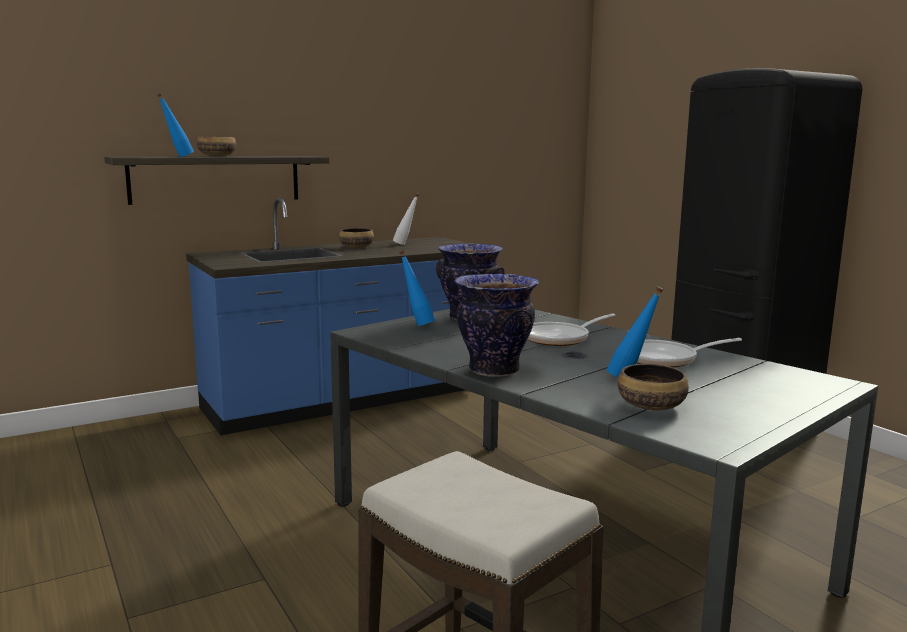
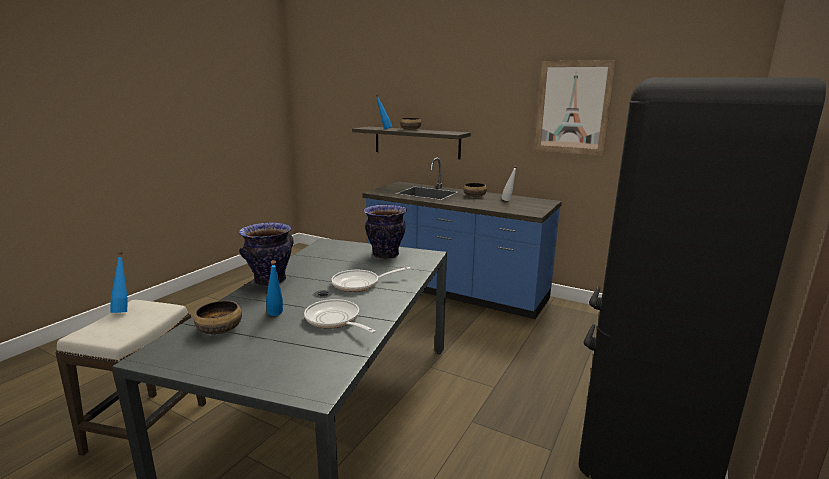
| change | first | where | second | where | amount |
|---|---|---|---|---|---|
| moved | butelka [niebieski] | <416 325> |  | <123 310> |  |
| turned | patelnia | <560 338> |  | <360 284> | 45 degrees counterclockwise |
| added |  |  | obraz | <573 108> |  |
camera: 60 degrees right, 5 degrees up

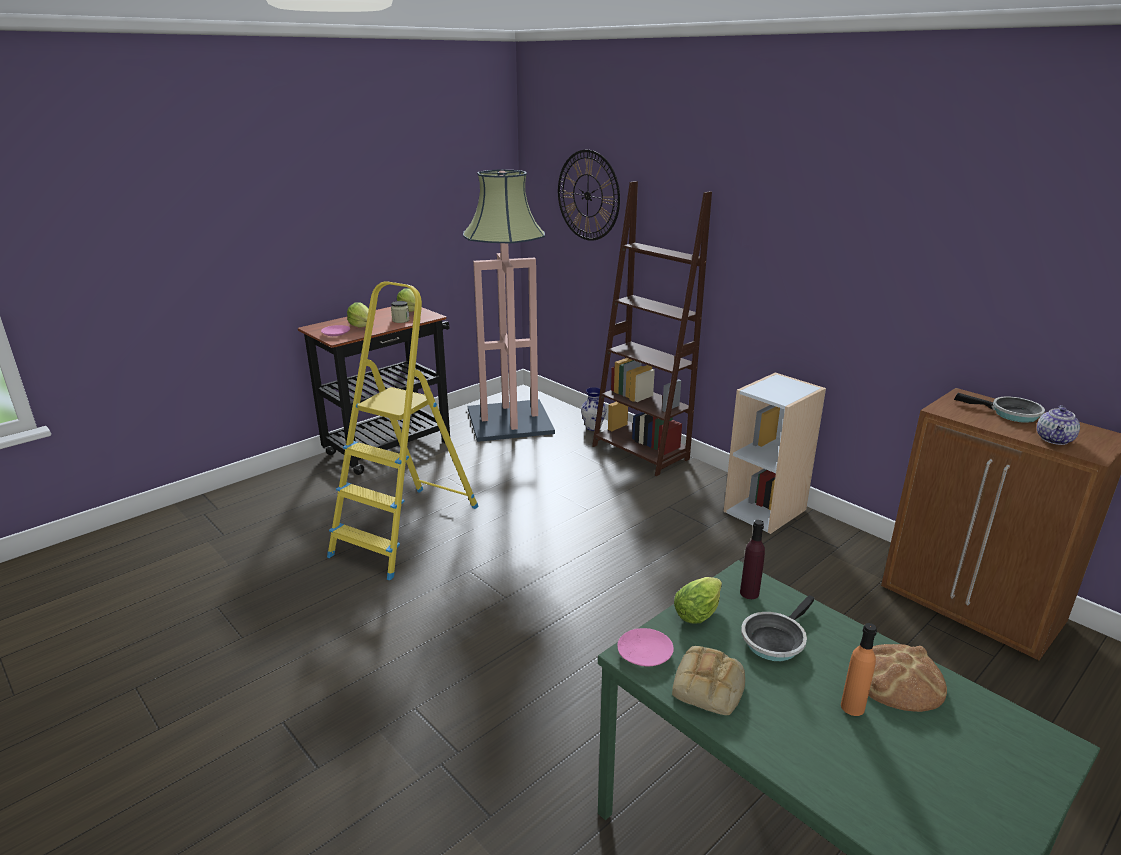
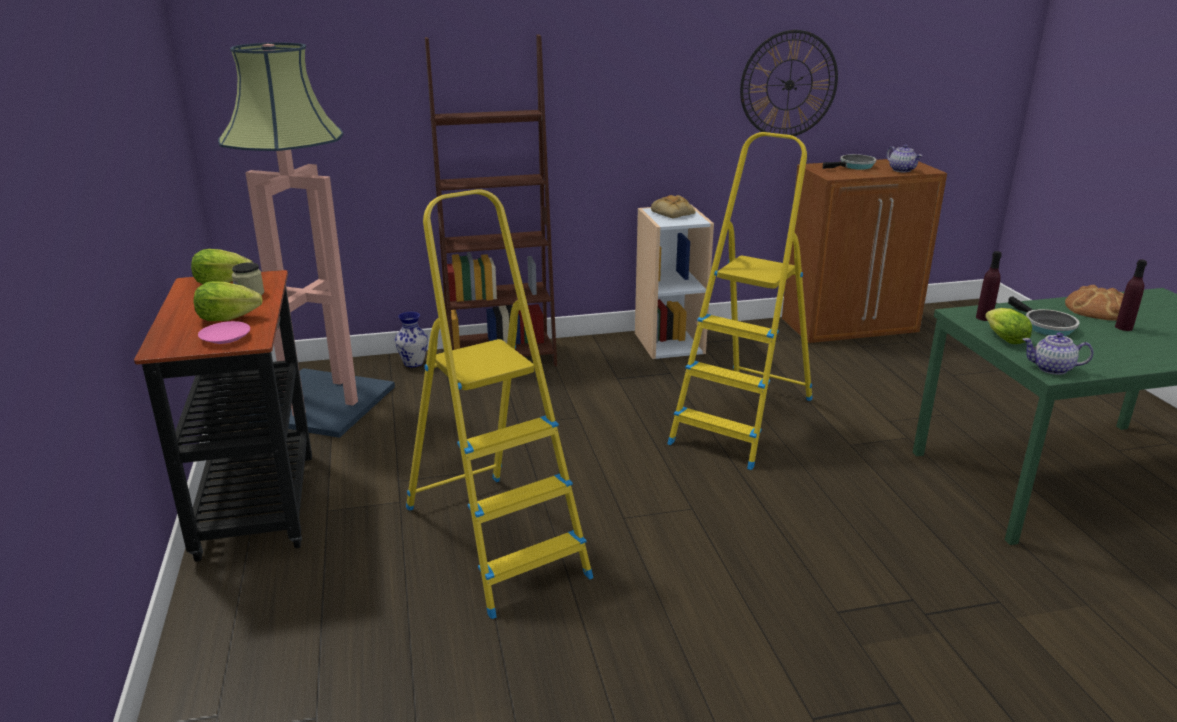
| change | first | where | second | where | amount |
|---|---|---|---|---|---|
| moved | zegar ścienny | <588 195> |  | <789 84> |  |
| recoloured | butelka [pomarańczowy] | <852 707> | butelka [fioletowy] | <1123 327> |  |
| replaced | talerz [różowy] | <644 653> | imbryk | <1051 369> |  |
| moved | chleb | <709 687> |  | <674 213> |  |
| added |  |  | drabinka [żółty] | <742 420> |  |
camera: 60 degrees left, 0 degrees up

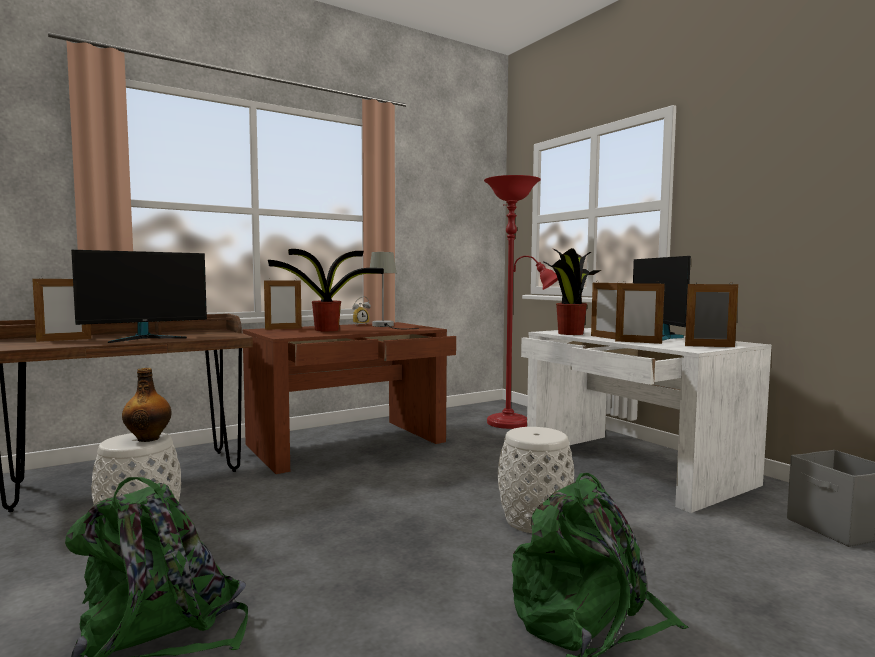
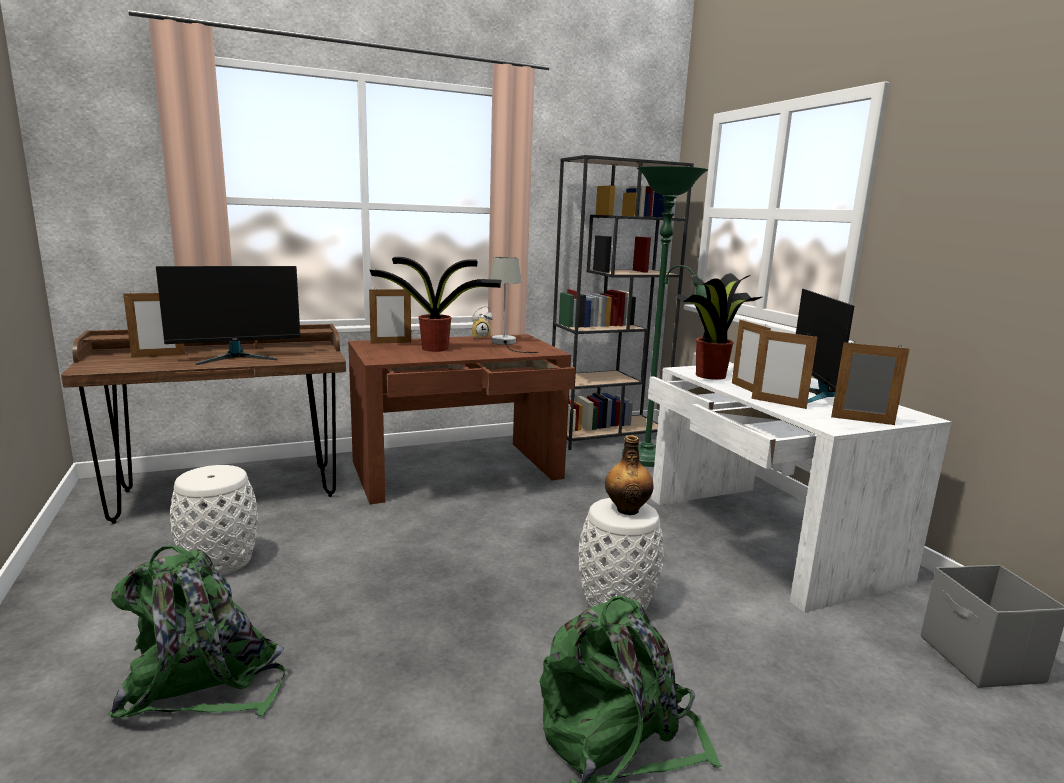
| change | first | where | second | where | amount |
|---|---|---|---|---|---|
| recoloured | lampa stojąca [czerwony] | <513 423> | lampa stojąca [zielony] | <652 459> |  |
| moved | butelka | <148 438> |  | <627 509> |  |
| added |  |  | regał | <607 436> |  |
camera: 10 degrees right, 10 degrees up

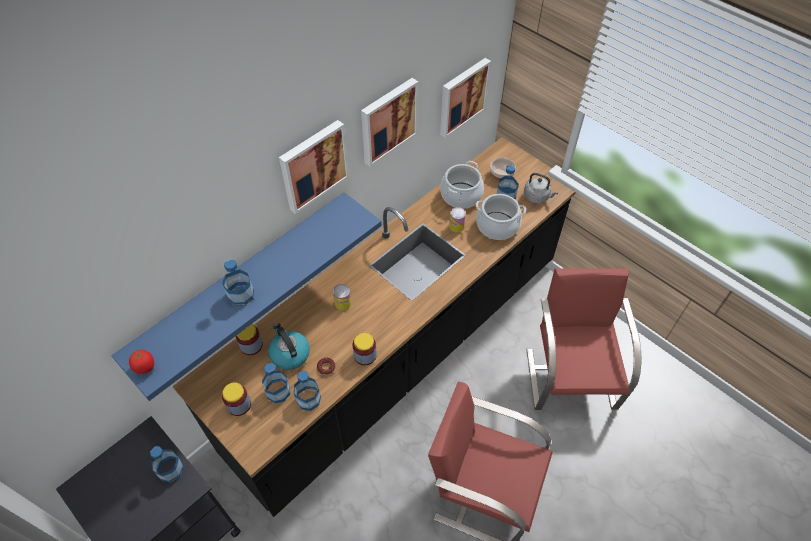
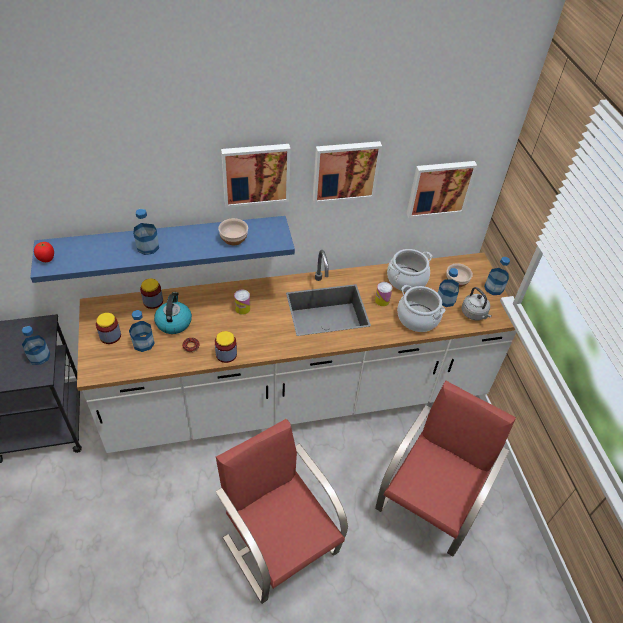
| change | first | where | second | where | amount |
|---|---|---|---|---|---|
| recoloured | zabudowa kuchenna [czarny] | <405 348> | zabudowa kuchenna [biały] | <305 395> |  |
| moved | butelka | <308 399> |  | <493 288> |  |
| added |  |  | miska | <234 238> |  |
camera: 30 degrees right, 5 degrees down

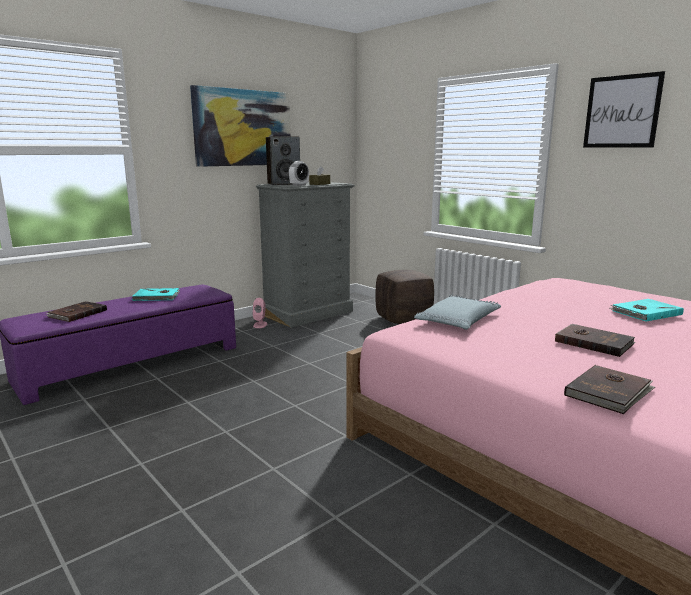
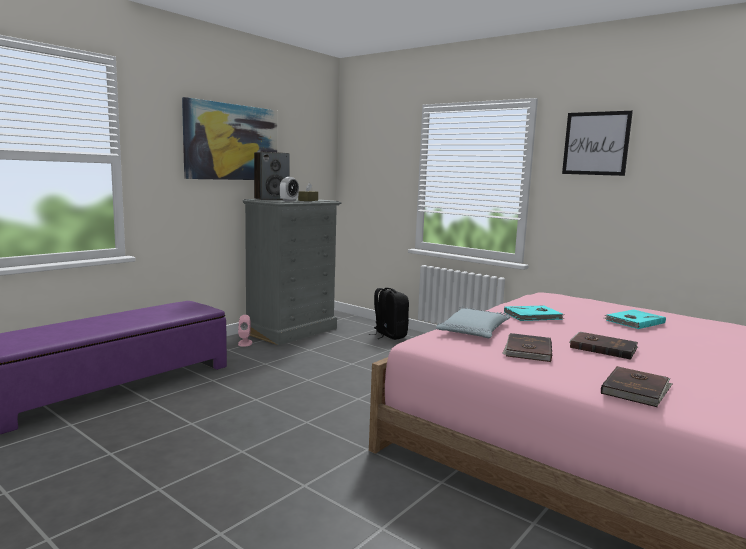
| change | first | where | second | where | amount |
|---|---|---|---|---|---|
| replaced | pufa [brązowy] | <403 319> | plecak [czarny] | <389 335> |  |
| moved | książka [turkusowy] | <157 297> |  | <533 316> |  |
| moved | książka [brązowy] | <77 314> |  | <527 350> |  |
camera: 10 degrees left, 5 degrees down

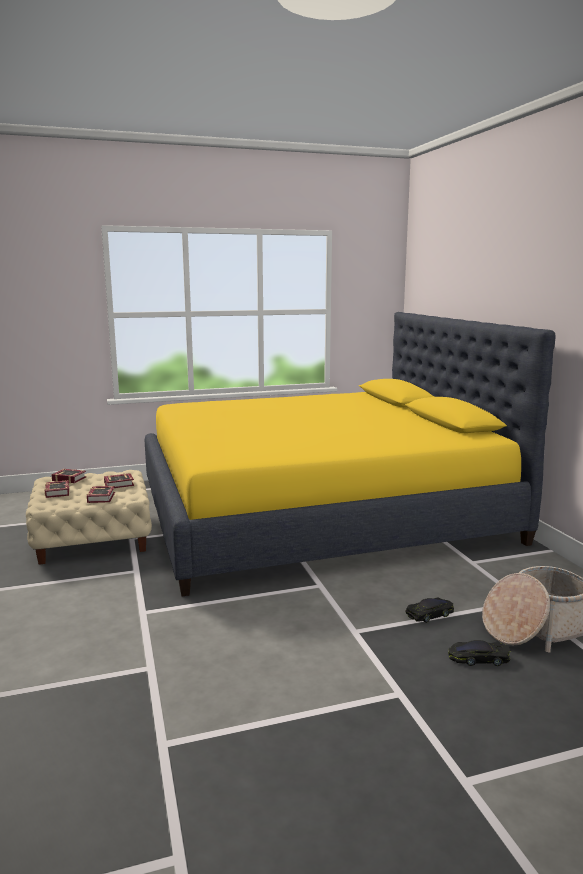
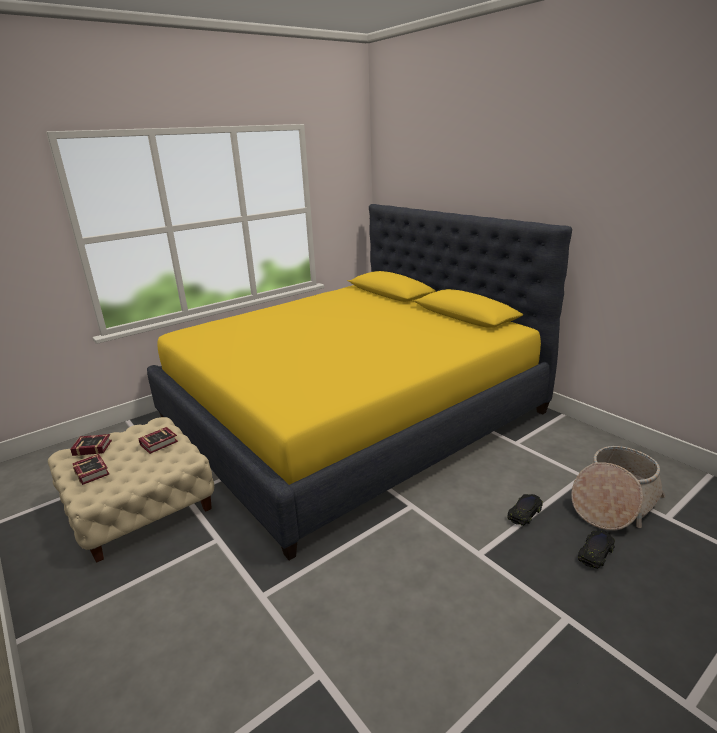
| change | first | where | second | where | amount |
|---|---|---|---|---|---|
| removed | książka | <102 497> |  |  |  |
| turned | samochodzik [czarny] | <478 658> |  | <596 552> | 150 degrees clockwise |
camera: 20 degrees left, 10 degrees up

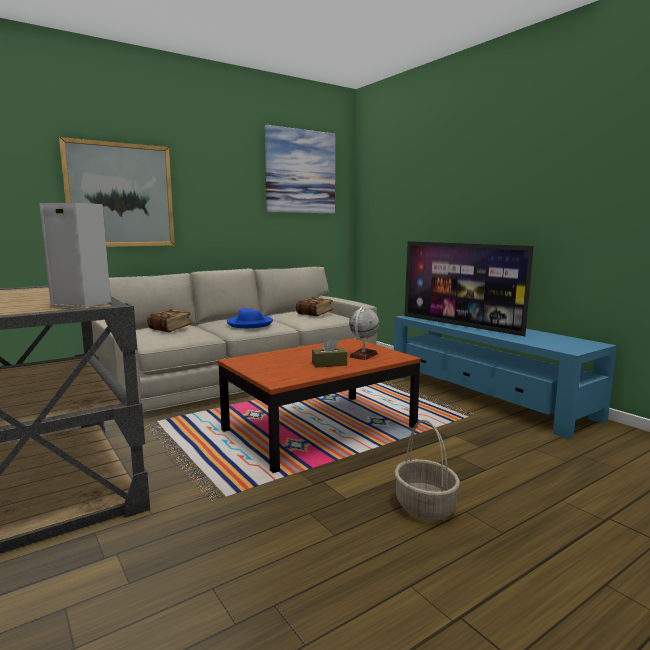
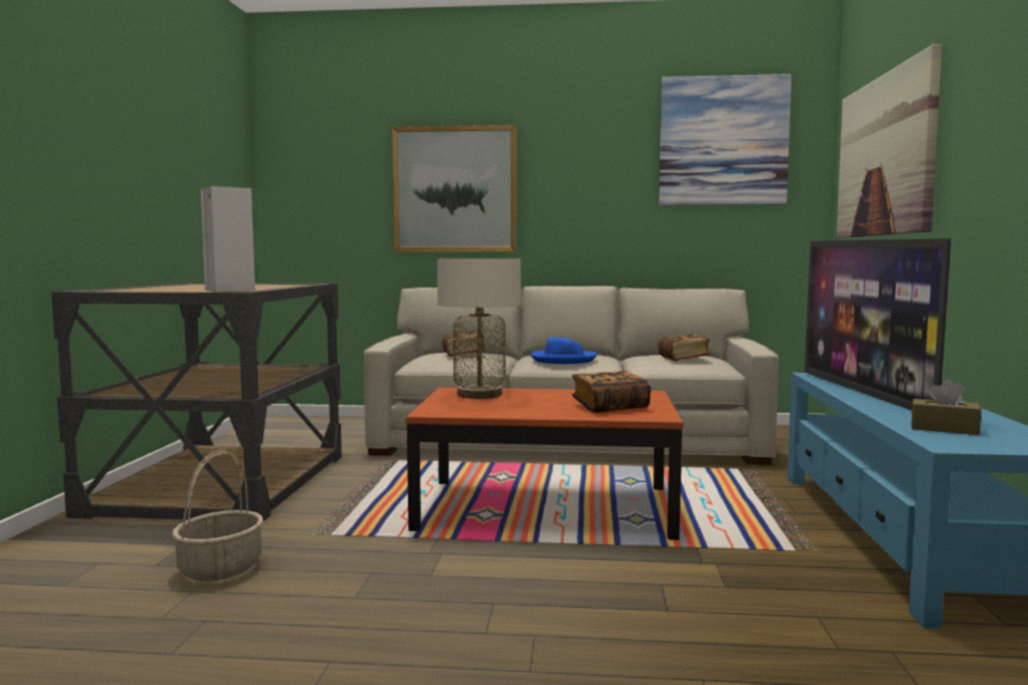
| change | first | where | second | where | amount |
|---|---|---|---|---|---|
| replaced | globus | <363 355> | książka | <610 407> |  |
| moved | pudełko chusteczek [brązowy] | <329 364> |  | <944 429> |  |
| moved | koszyk | <424 506> |  | <220 568> |  |
| added |  |  | obraz | <884 156> |  |
| added |  |  | lampa stołowa | <479 394> |  |
camera: 40 degrees right, 5 degrees down

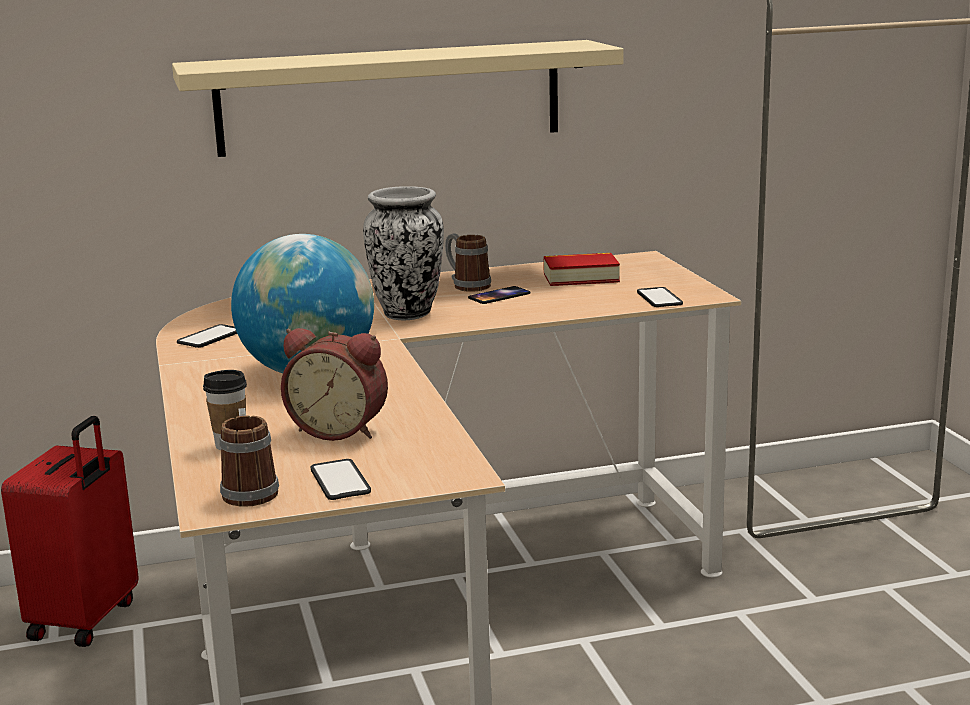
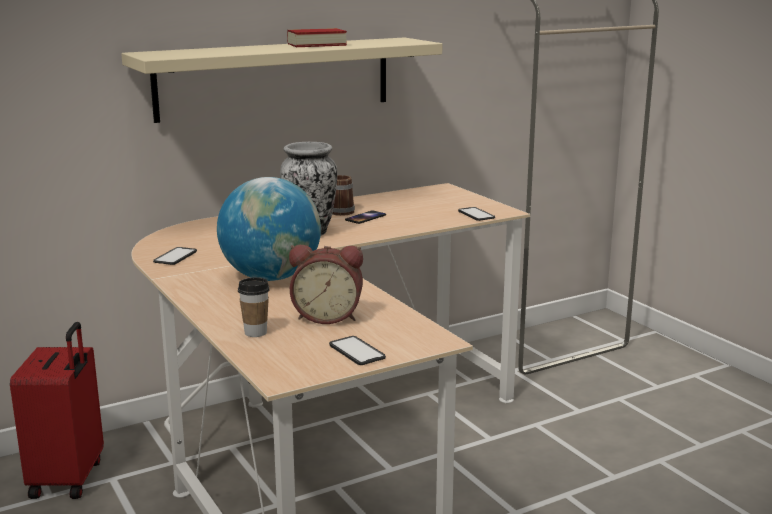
| change | first | where | second | where | amount |
|---|---|---|---|---|---|
| moved | książka | <581 277> |  | <316 44> |  |
| removed | kubek | <249 490> |  |  |  |
camera: 15 degrees left, 0 degrees up

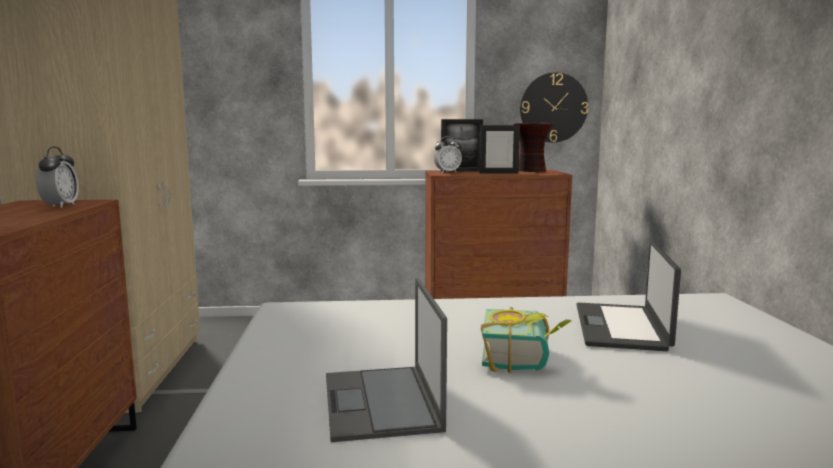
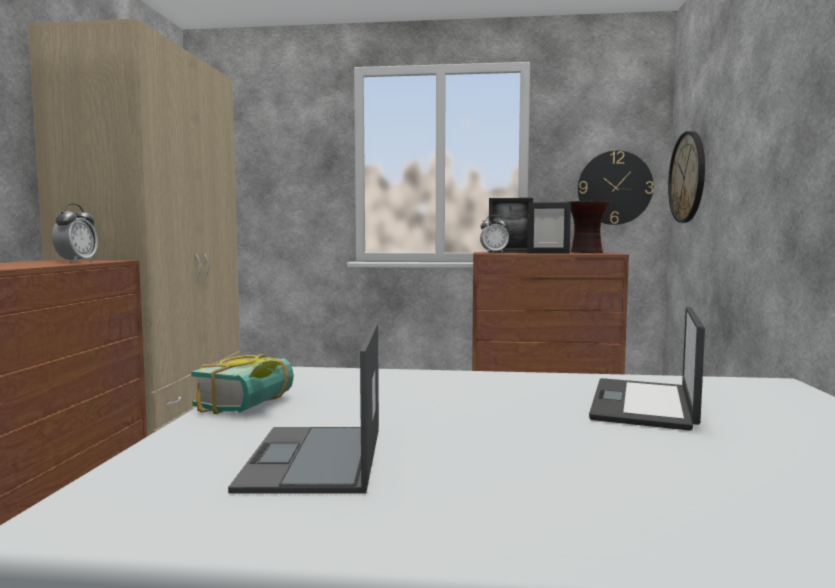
| change | first | where | second | where | amount |
|---|---|---|---|---|---|
| moved | książka | <524 359> |  | <253 405> |  |
| added |  |  | zegar ścienny | <687 177> |  |
camera: 10 degrees right, 5 degrees down

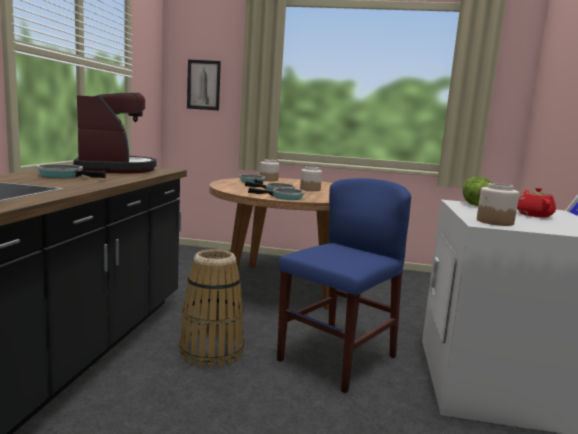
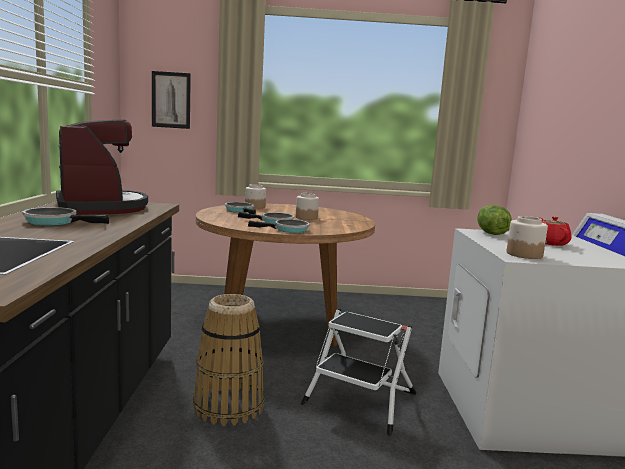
| change | first | where | second | where | amount |
|---|---|---|---|---|---|
| replaced | krzesło [niebieski] | <337 358> | drabinka | <361 400> |  |
camera: 10 degrees left, 0 degrees up

